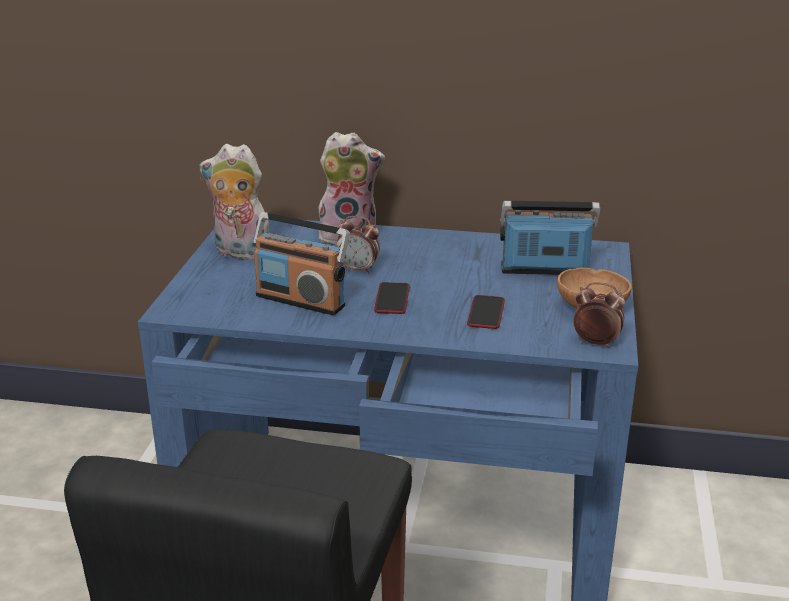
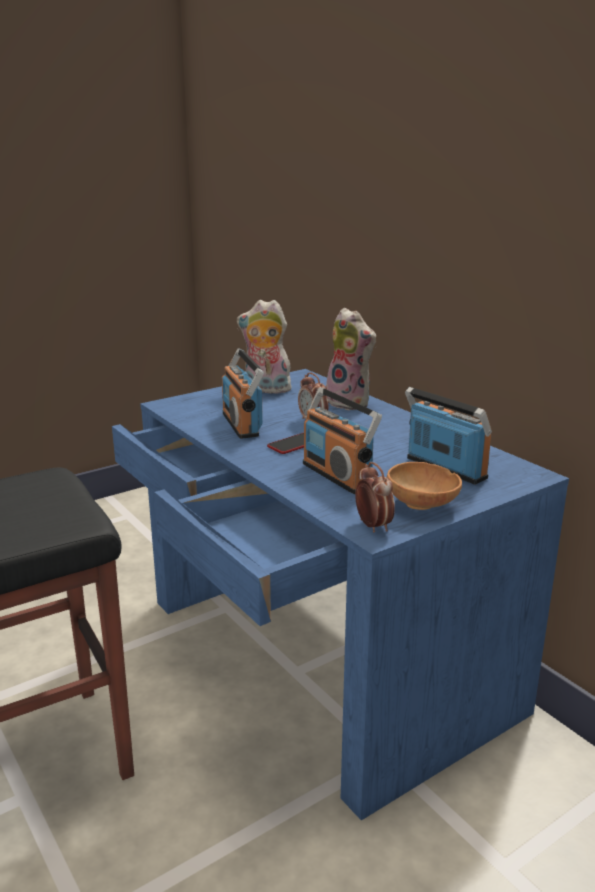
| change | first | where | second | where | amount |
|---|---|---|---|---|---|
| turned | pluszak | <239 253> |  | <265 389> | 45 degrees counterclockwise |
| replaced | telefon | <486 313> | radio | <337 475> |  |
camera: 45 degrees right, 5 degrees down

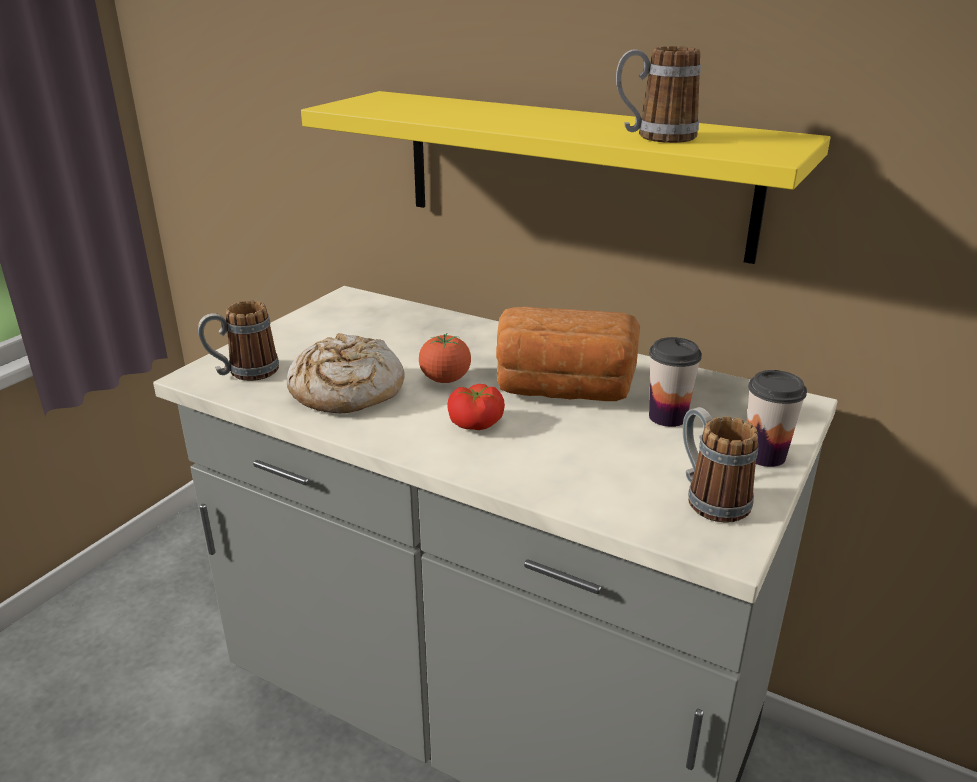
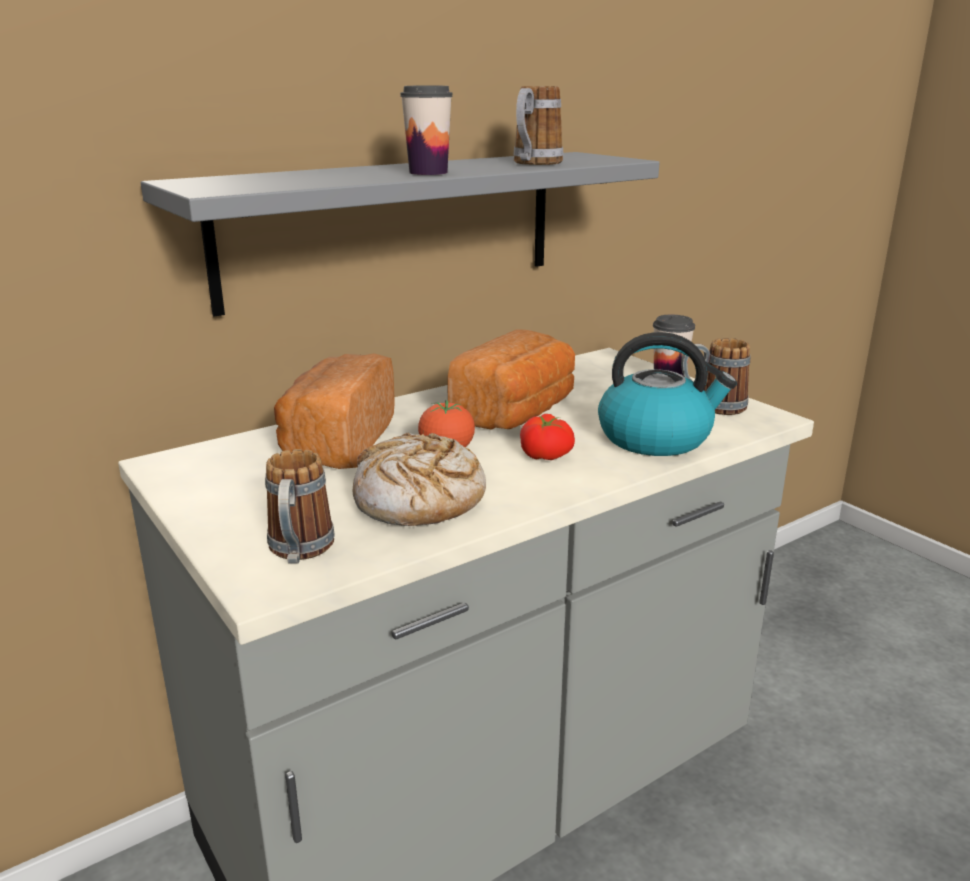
| change | first | where | second | where | amount |
|---|---|---|---|---|---|
| recoloured | półka [żółty] | <573 173> | półka [szary] | <393 227> |  |
| moved | filiżanka | <667 417> |  | <428 172> |  |
| added |  |  | czajnik | <656 438> |  |
| added |  |  | chleb | <337 442> |  |
camera: 65 degrees left, 5 degrees down

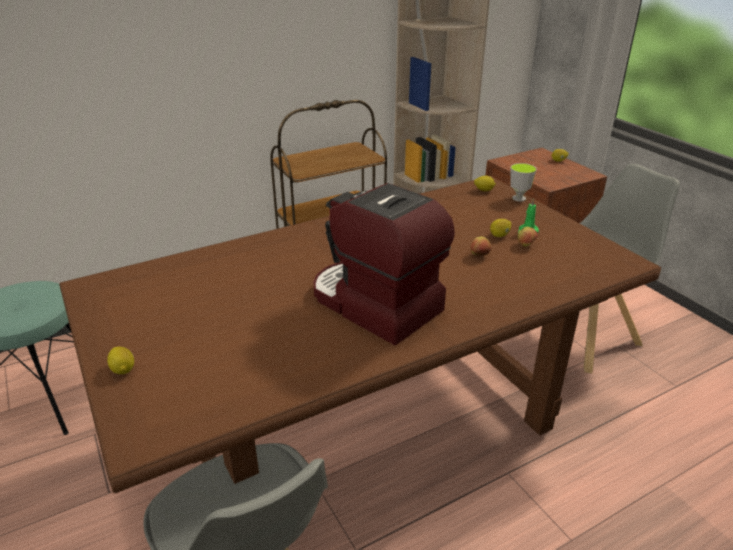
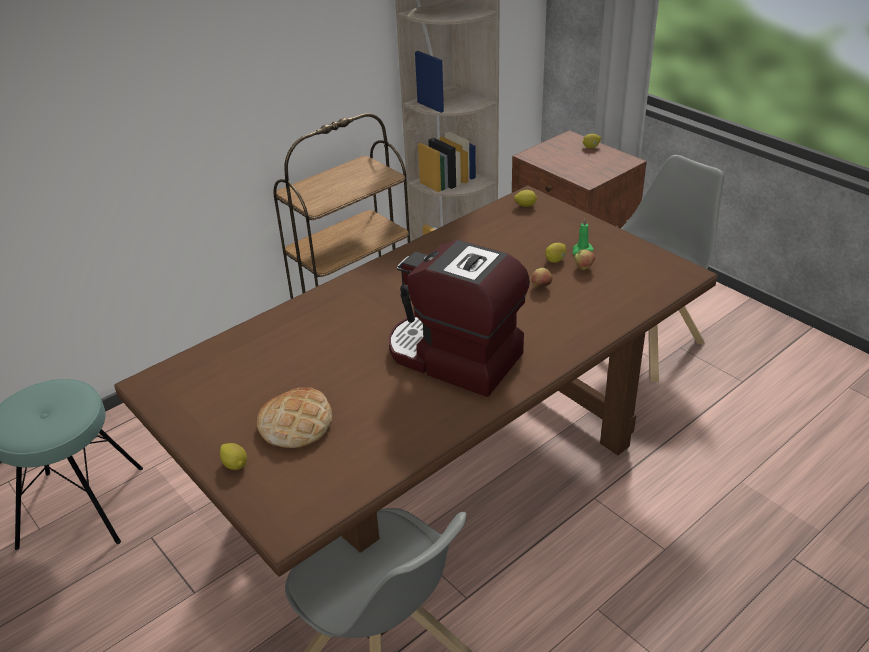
| change | first | where | second | where | amount |
|---|---|---|---|---|---|
| removed | filiżanka | <519 198> |  |  |  |
| added |  |  | chleb | <296 423> |  |
camera: 10 degrees left, 5 degrees up

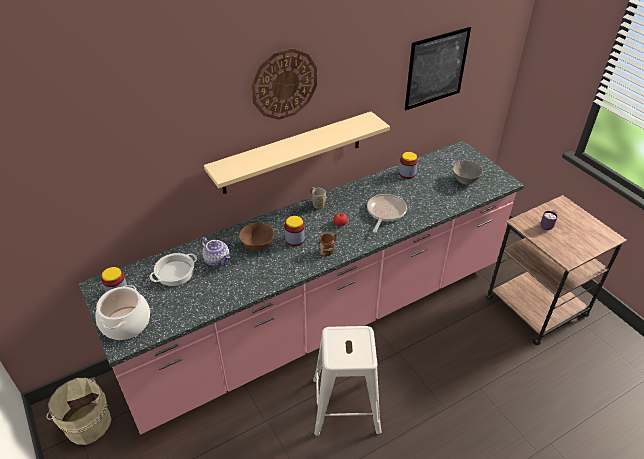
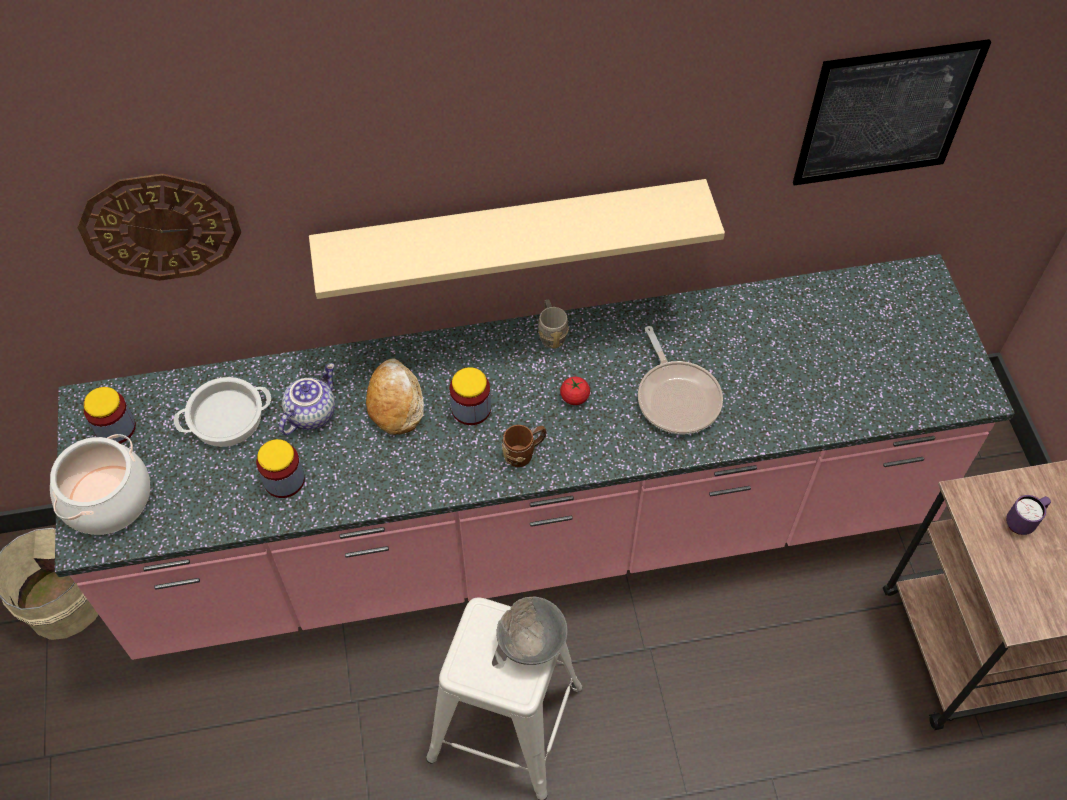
| change | first | where | second | where | amount |
|---|---|---|---|---|---|
| moved | zegar ścienny | <284 84> |  | <160 226> |  |
| moved | słoik | <407 173> |  | <284 480> |  |
| moved | miska [szary] | <464 181> |  | <531 643> |  |
| turned | patelnia | <385 212> |  | <677 397> | 120 degrees clockwise |
| replaced | miska [brązowy] | <257 246> | chleb | <395 402> |  |
| turned | imbryk | <218 260> |  | <311 413> | 120 degrees counterclockwise |
camera: 20 degrees right, 15 degrees up

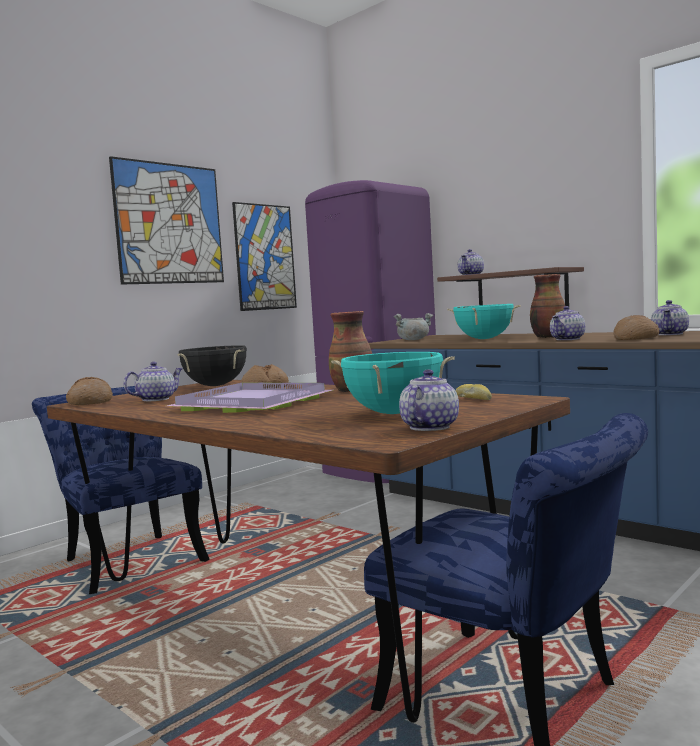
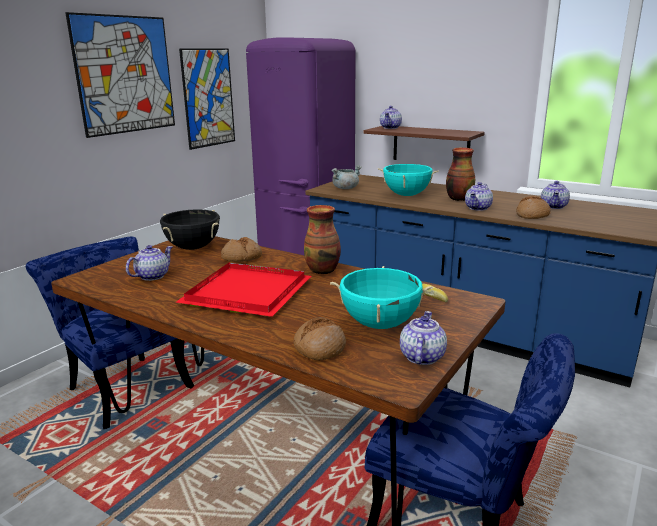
| change | first | where | second | where | amount |
|---|---|---|---|---|---|
| moved | chleb | <90 402> |  | <319 347> |  |
| recoloured | taca [fioletowy] | <249 403> | taca [czerwony] | <244 293> |  |
camera: 10 degrees left, 15 degrees up

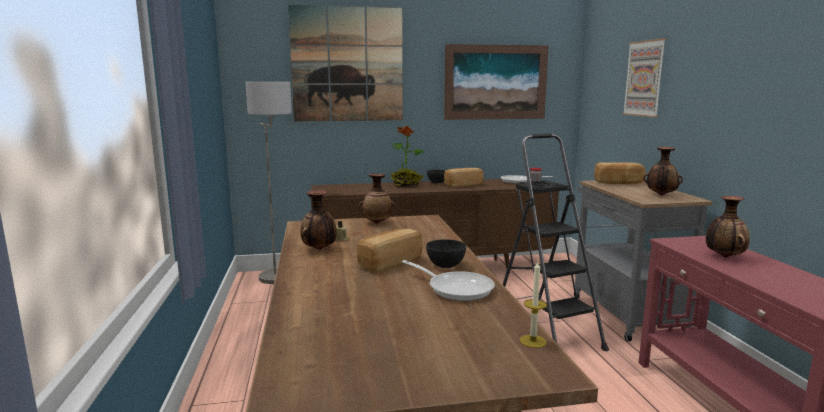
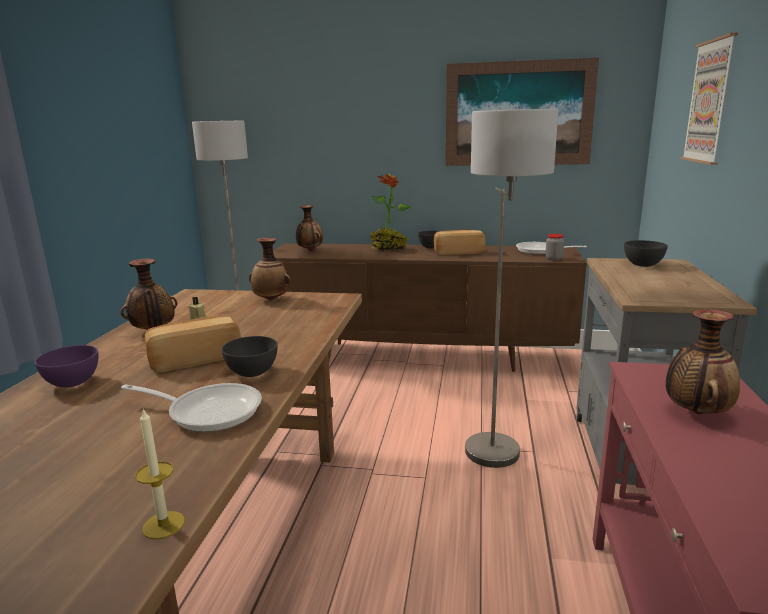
| change | first | where | second | where | amount |
|---|---|---|---|---|---|
| removed | obraz | <347 65> |  |  |  |
| replaced | drabinka | <545 330> | lampa stojąca [szary] | <496 461> |  |
| moved | wazon | <661 195> |  | <309 250> |  |
| replaced | chleb | <619 183> | miska [szary] | <642 265> |  |
| turned | patelnia | <456 288> |  | <209 411> | 45 degrees counterclockwise |
| added |  |  | miska [fioletowy] | <72 382> |  |
camera: 20 degrees right, 5 degrees up

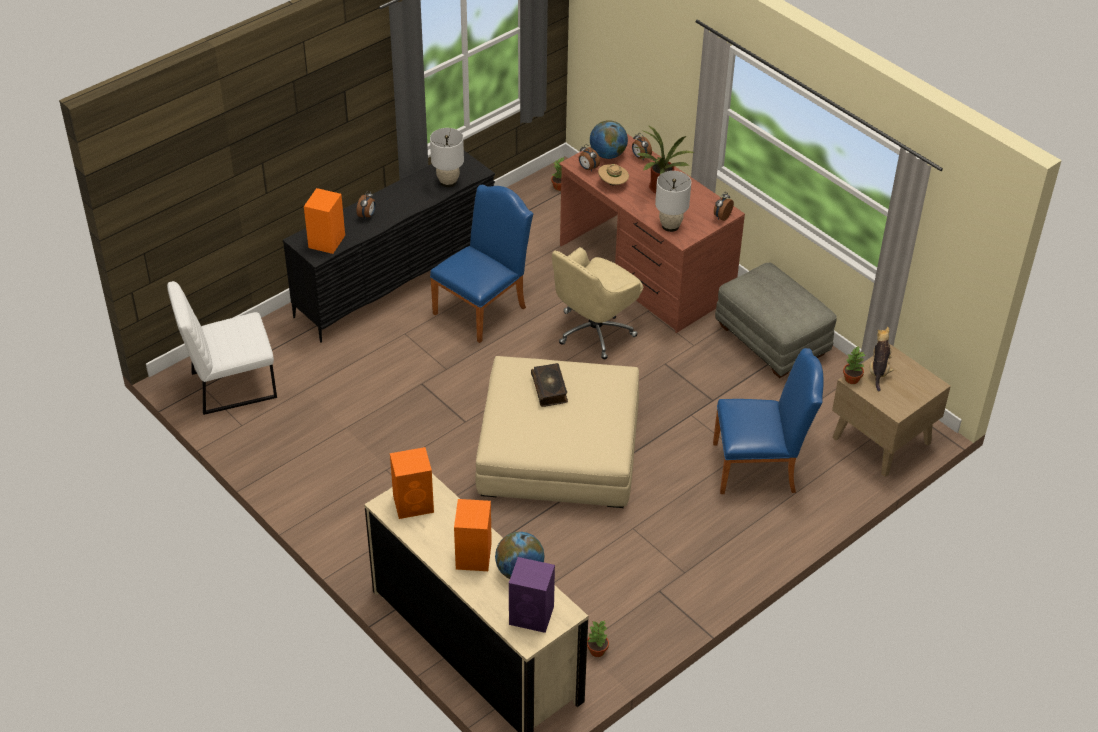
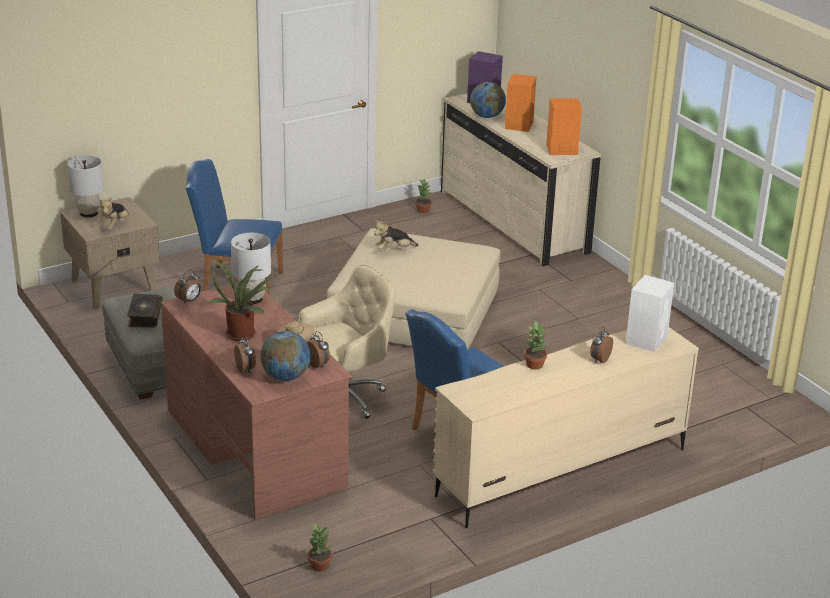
| change | first | where | second | where | amount |
|---|---|---|---|---|---|
| moved | lampa stołowa [biały] | <448 182> |  | <88 213> |  |
| recoloured | komoda [czarny] | <397 283> | komoda [beżowy] | <560 471> |  |
| recoloured | głośnik [pomarańczowy] | <326 242> | głośnik [biały] | <647 339> |  |
| removed | krzesło [biały] | <230 385> |  |  |  |
| moved | roślina doniczkowa | <851 379> |  | <535 365> |  |
| moved | książka | <550 389> |  | <144 316> |  |
| added |  |  | pluszak | <394 251> |  |
camera: 170 degrees left, 15 degrees down

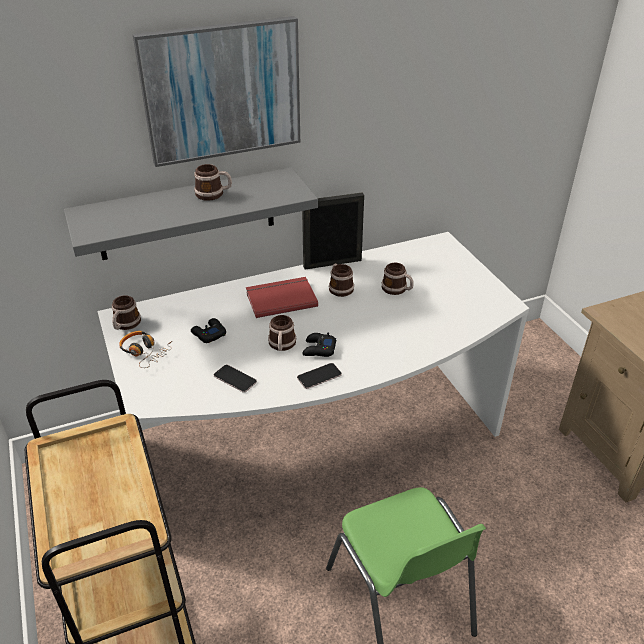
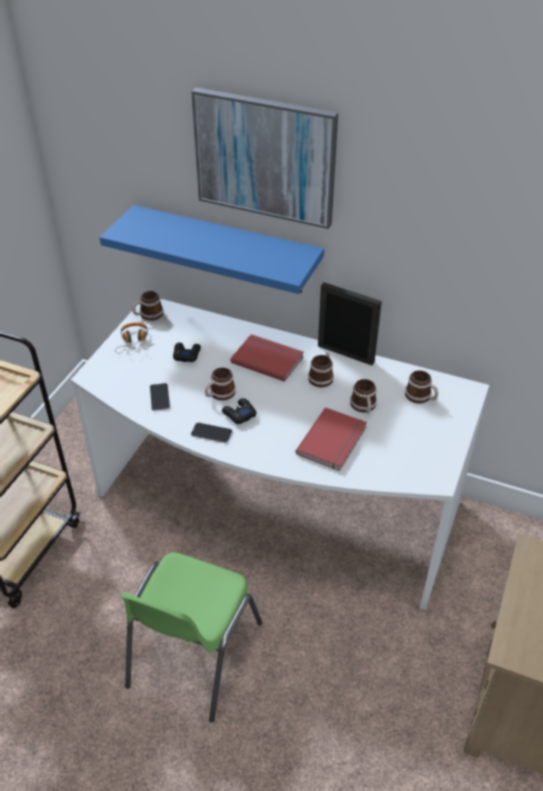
| change | first | where | second | where | amount |
|---|---|---|---|---|---|
| moved | kubek | <214 194> |  | <421 397> |  |
| recoloured | półka [szary] | <187 214> | półka [niebieski] | <226 250> |  |
| added |  |  | książka [czerwony] | <334 441> |  |
camera: 45 degrees right, 5 degrees up

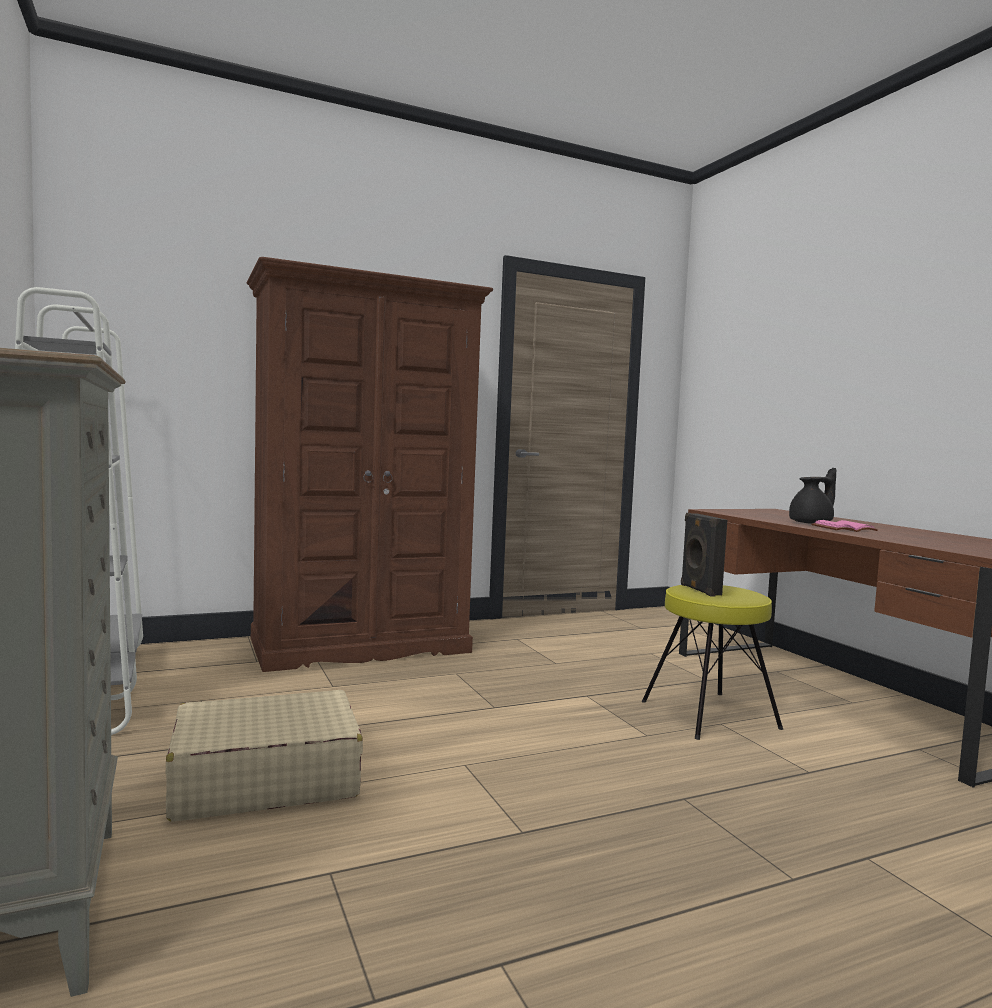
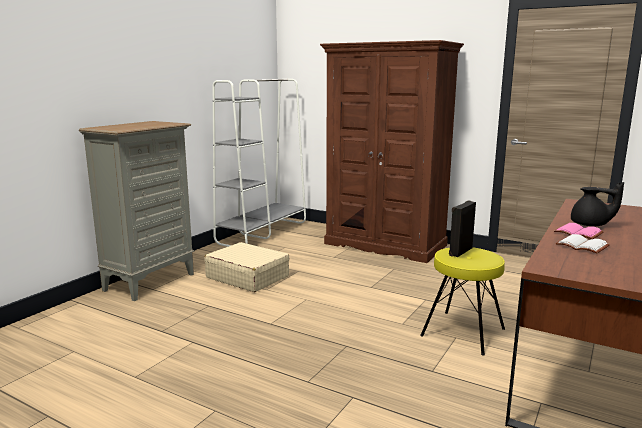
| change | first | where | second | where | amount |
|---|---|---|---|---|---|
| added |  |  | książka [biały] | <583 246> |  |
camera: 55 degrees right, 10 degrees up

